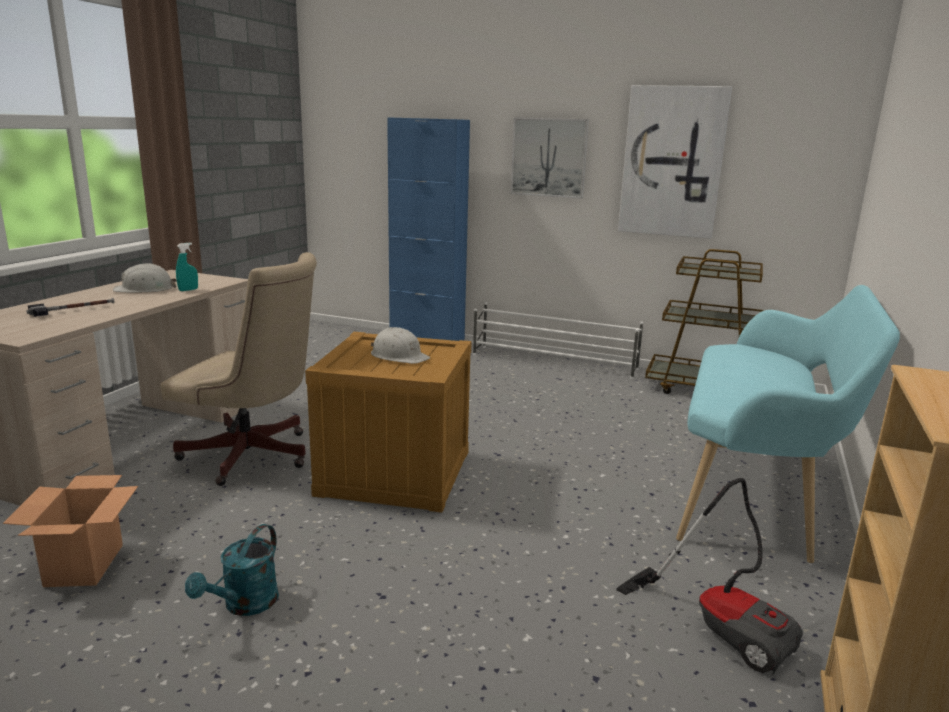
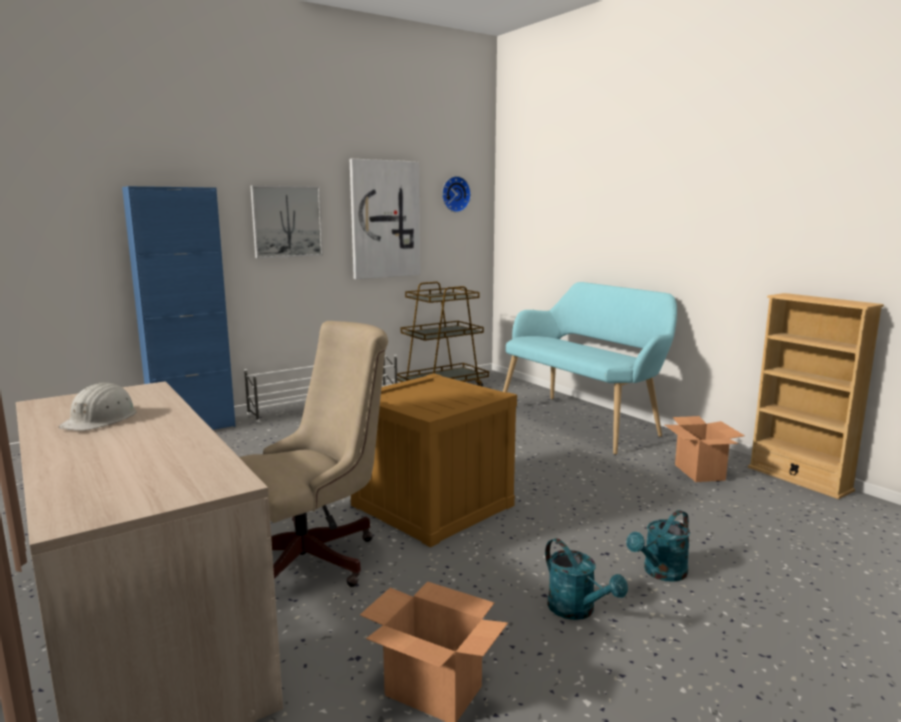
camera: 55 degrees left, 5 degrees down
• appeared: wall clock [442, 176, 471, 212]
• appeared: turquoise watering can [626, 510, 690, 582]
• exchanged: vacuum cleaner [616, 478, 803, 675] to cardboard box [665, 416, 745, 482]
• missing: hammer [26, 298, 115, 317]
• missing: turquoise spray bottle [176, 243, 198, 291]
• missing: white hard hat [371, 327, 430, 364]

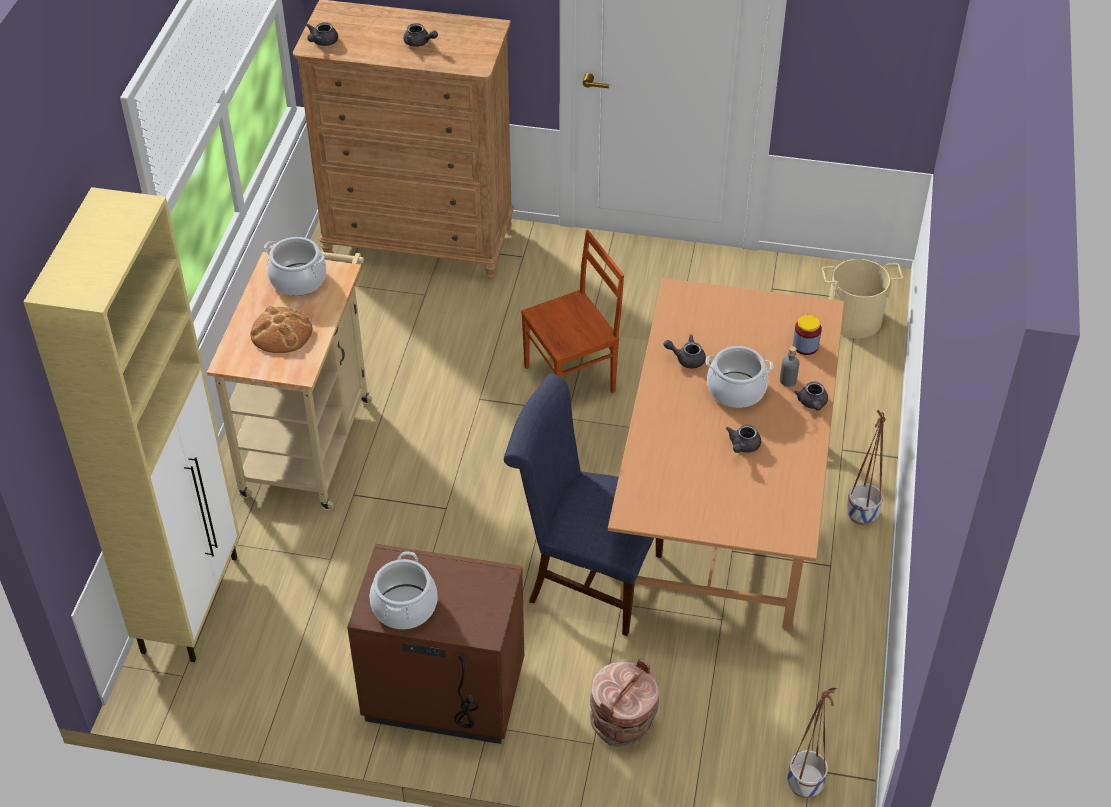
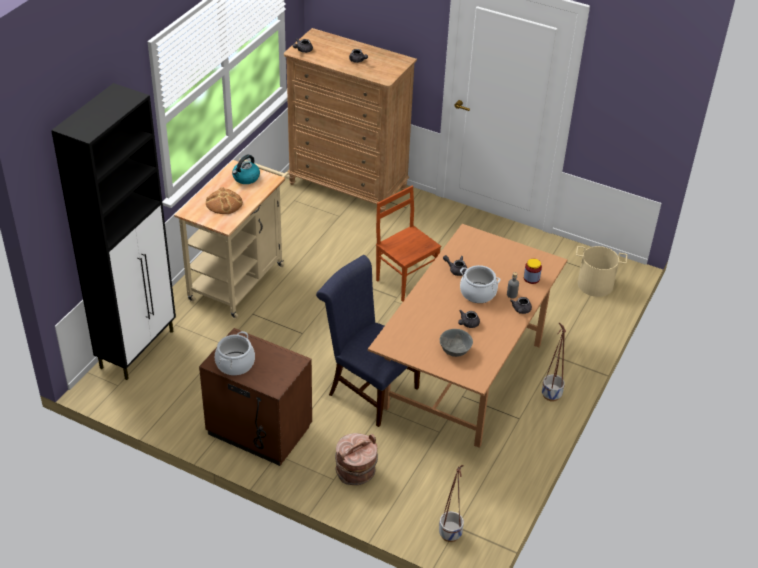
camera: 15 degrees right, 5 degrees down
• colour: beige cabinet [24, 187, 239, 662] to black cabinet [51, 83, 176, 380]
• exchanged: cooking pot [264, 237, 326, 296] to kettle [232, 155, 260, 184]
• spun: brown chair [521, 230, 624, 393] = [376, 186, 441, 302] 120 degrees counterclockwise
• appeared: grey bowl [439, 329, 473, 357]

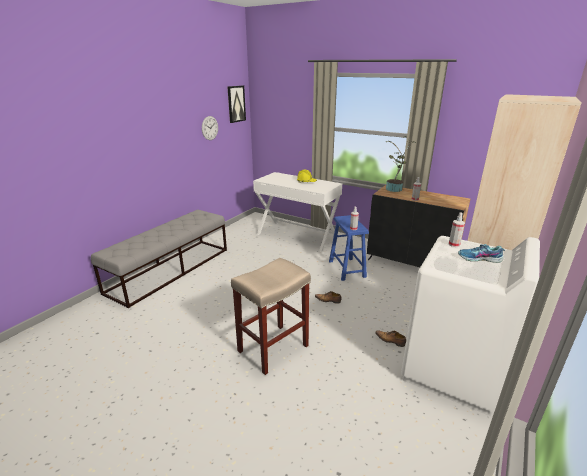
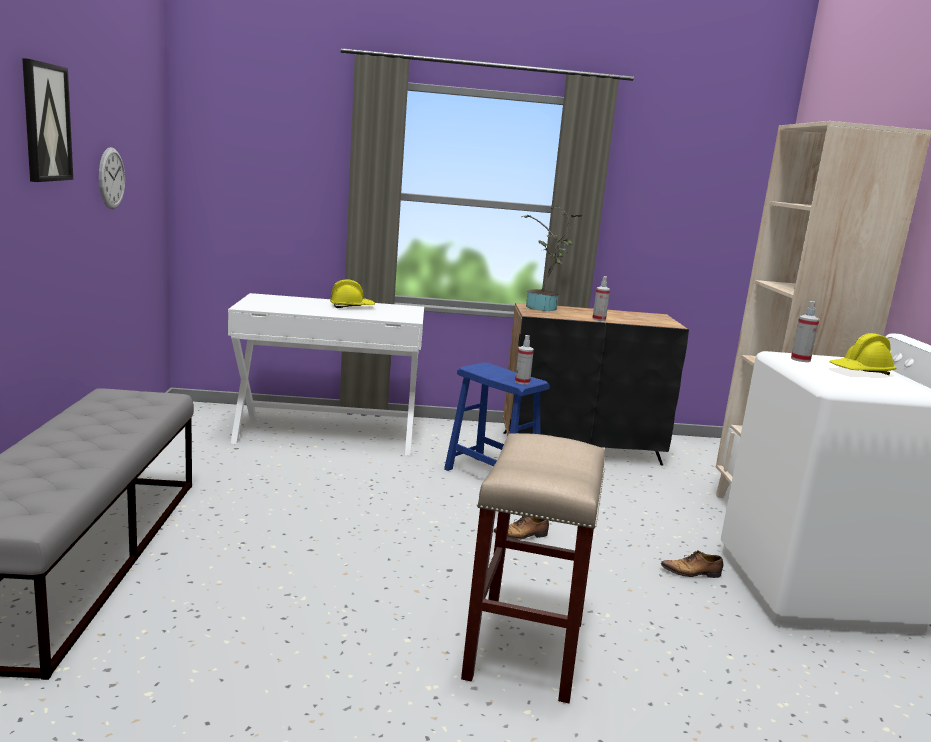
camera: 35 degrees left, 10 degrees down
• relocated: picture [228, 85, 246, 123] to [22, 58, 73, 182]
• exchanged: shoe [458, 244, 505, 263] to yellow hard hat [829, 333, 897, 375]

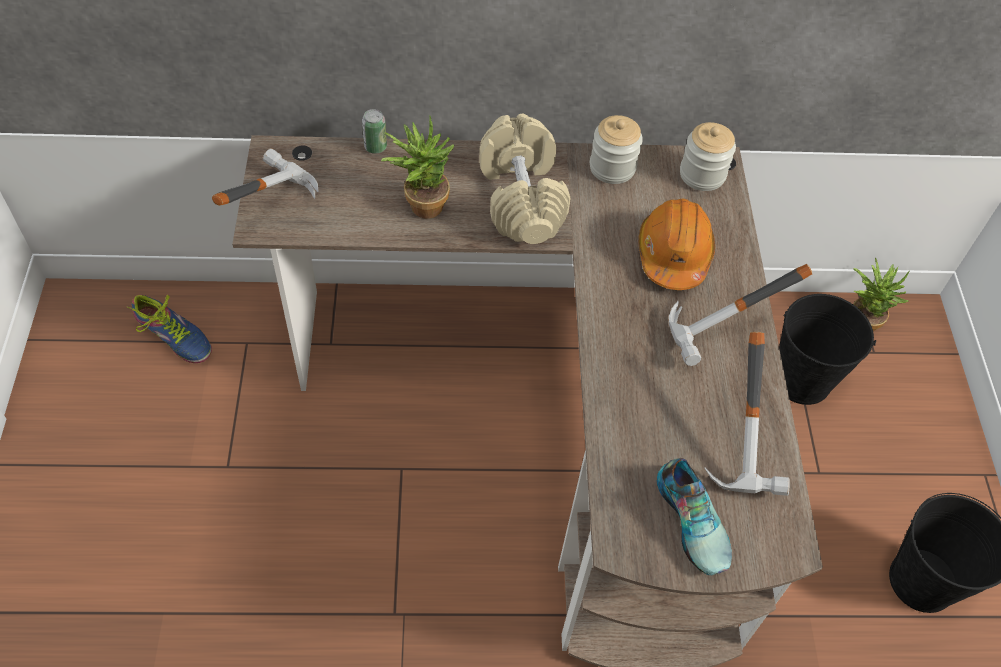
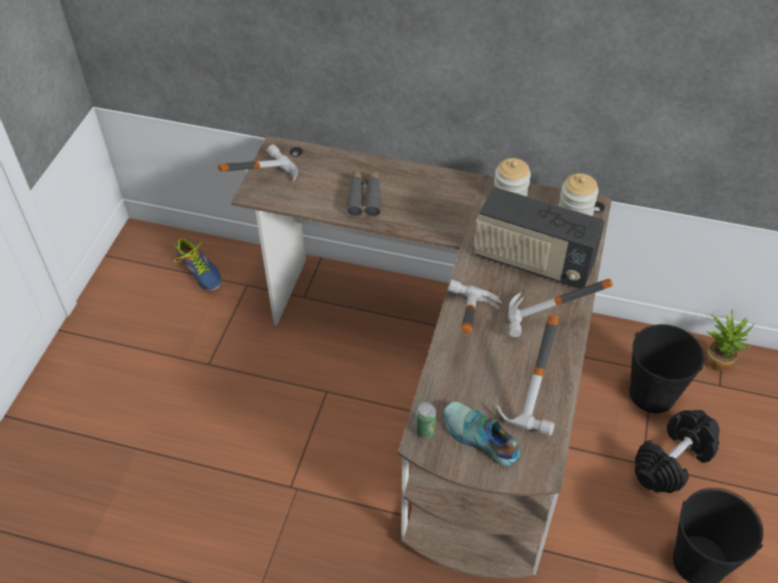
camera: 20 degrees right, 5 degrees down
• exchanged: potted plant [381, 116, 454, 219] to grey binoculars [346, 171, 381, 217]
• relocated: can [362, 109, 387, 154] to [415, 402, 437, 438]
• spun: shoe [657, 458, 732, 575] = [443, 402, 520, 466] 135 degrees clockwise
• appeared: hammer [448, 280, 502, 333]
• exchanged: orange hard hat [638, 199, 715, 290] to radio [474, 187, 605, 289]
• appeared: black dumbbell [635, 410, 720, 493]
• missing: beige dumbbell [479, 113, 571, 244]

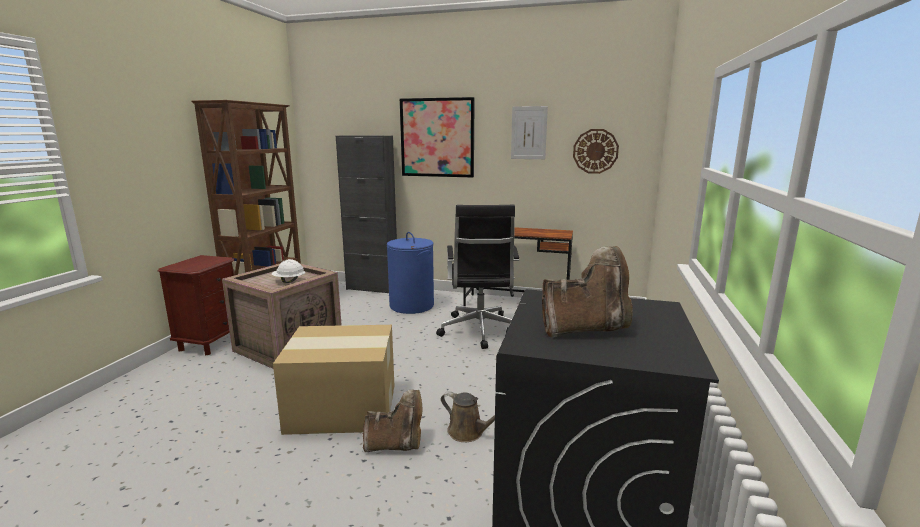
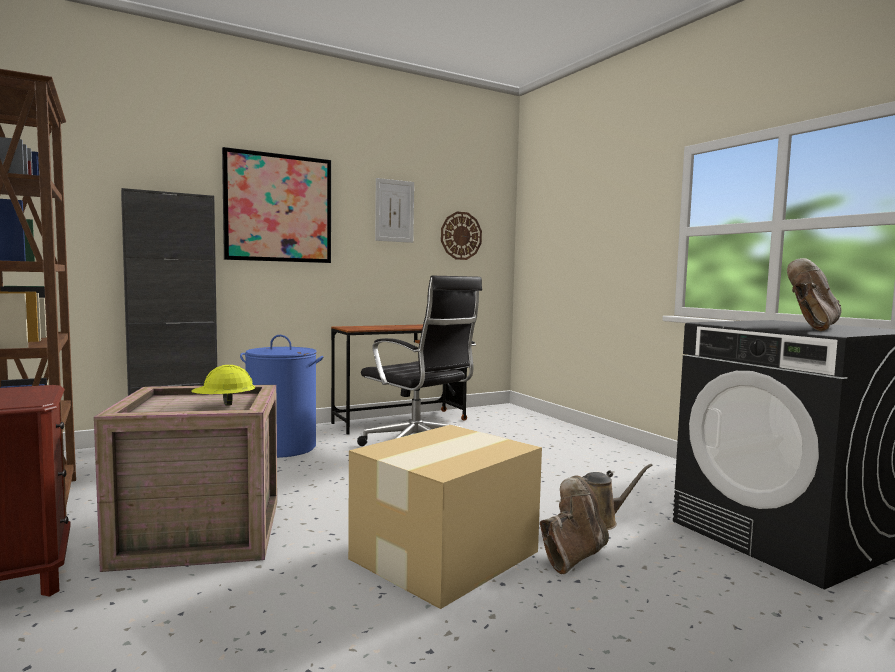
camera: 45 degrees left, 10 degrees down
• colour: white hard hat [272, 259, 305, 283] to yellow hard hat [191, 365, 255, 406]

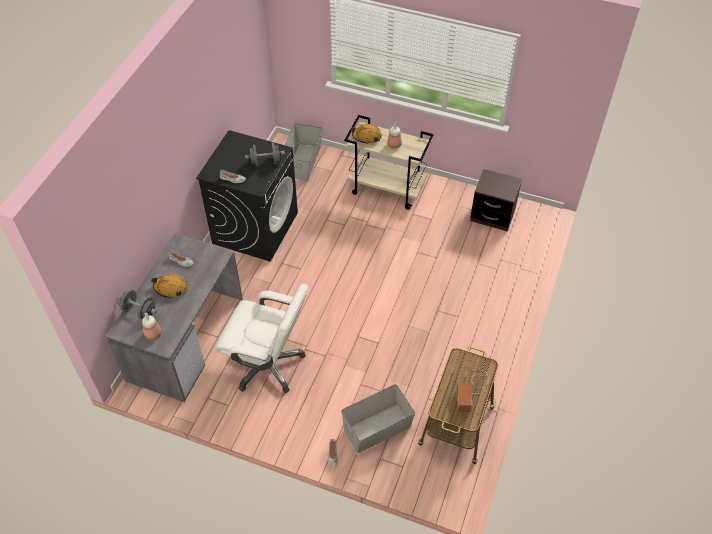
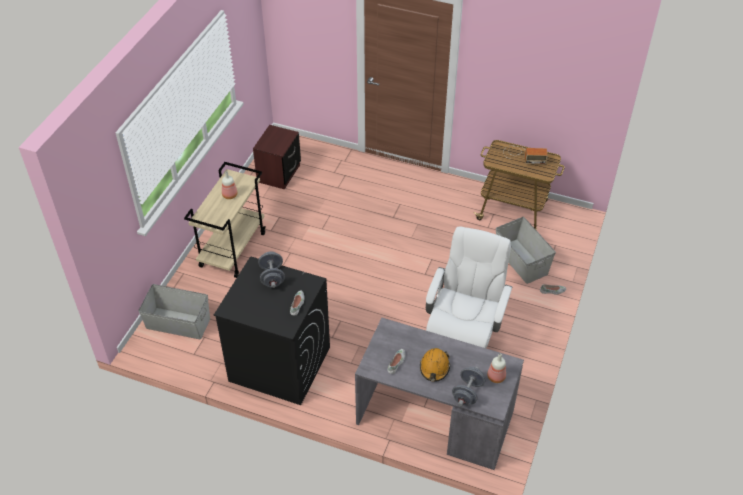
camera: 90 degrees left, 5 degrees down
• missing: orange hard hat [351, 124, 382, 144]

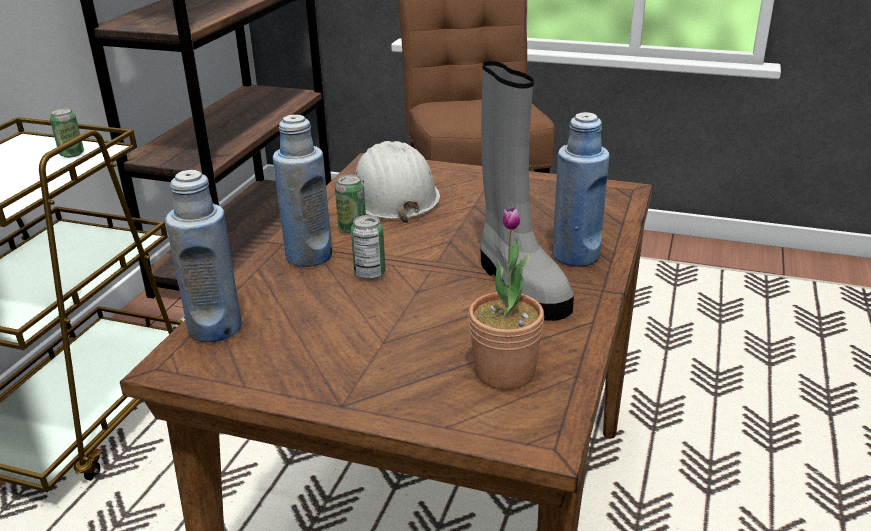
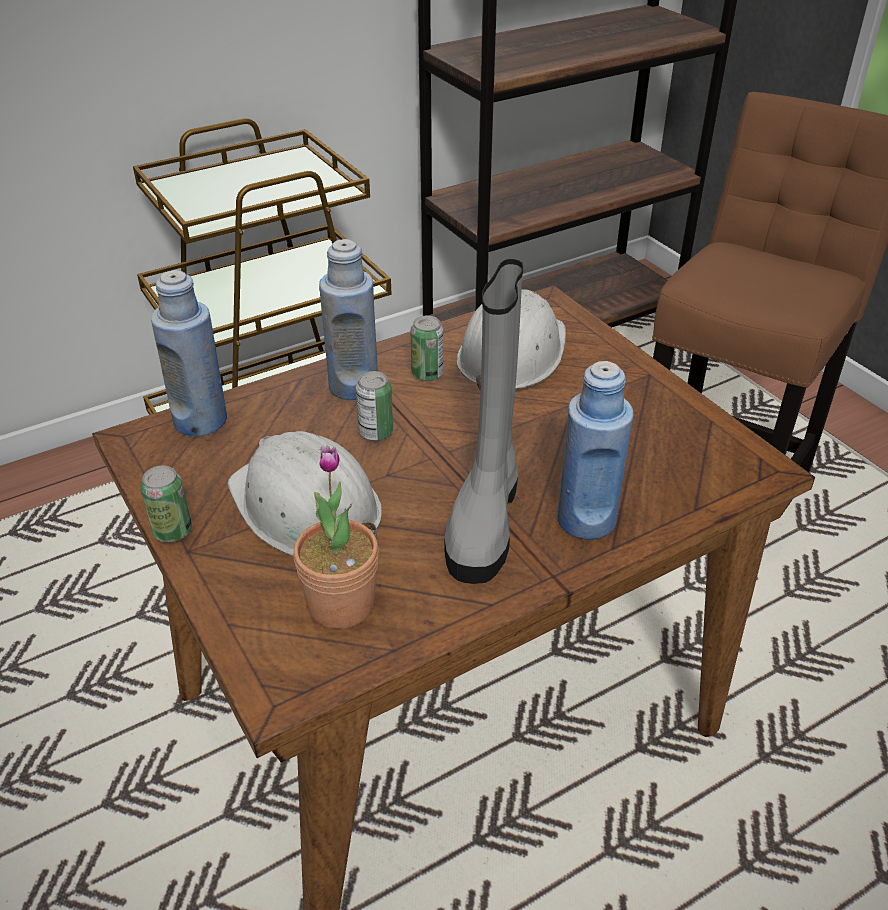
camera: 40 degrees right, 10 degrees up
• relocated: can [50, 108, 84, 158] to [140, 466, 192, 542]
• appeared: white hard hat [227, 431, 382, 556]

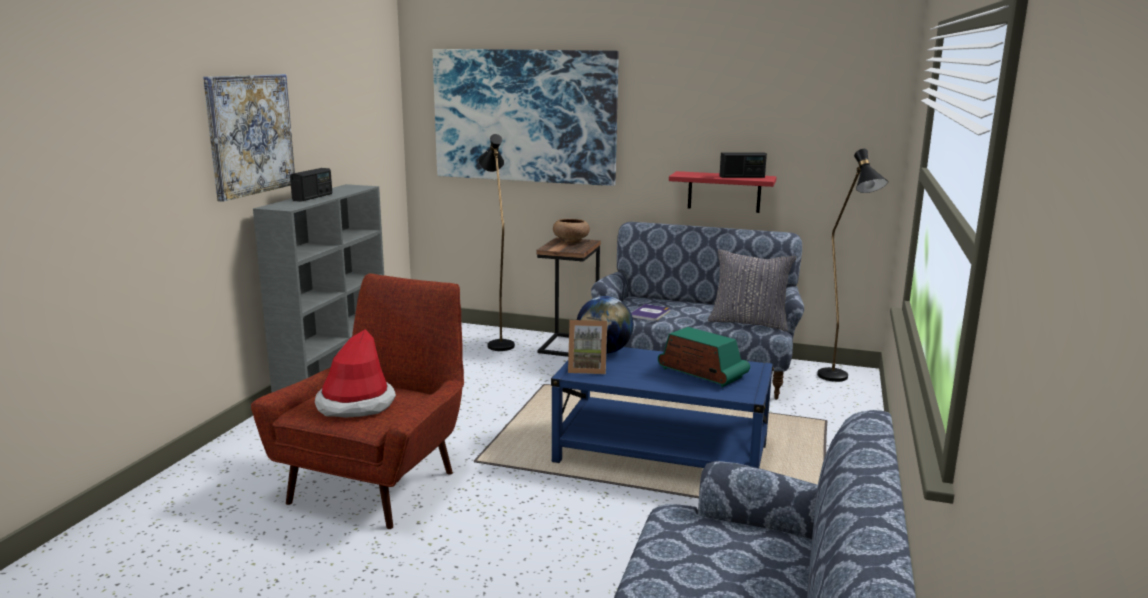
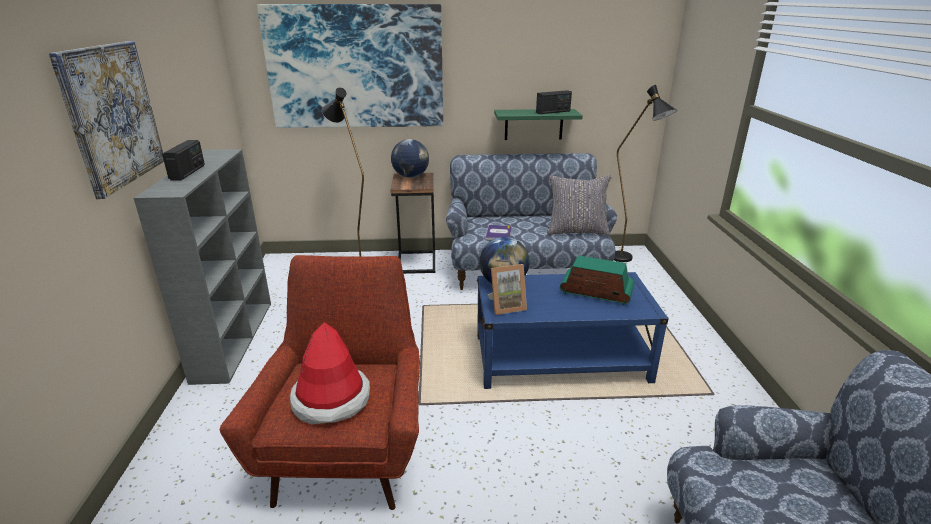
camera: 20 degrees left, 10 degrees up
• exchanged: brown bowl [553, 219, 590, 244] to globe [391, 139, 429, 178]
• colour: red shelf [669, 171, 777, 213] to green shelf [494, 109, 583, 140]

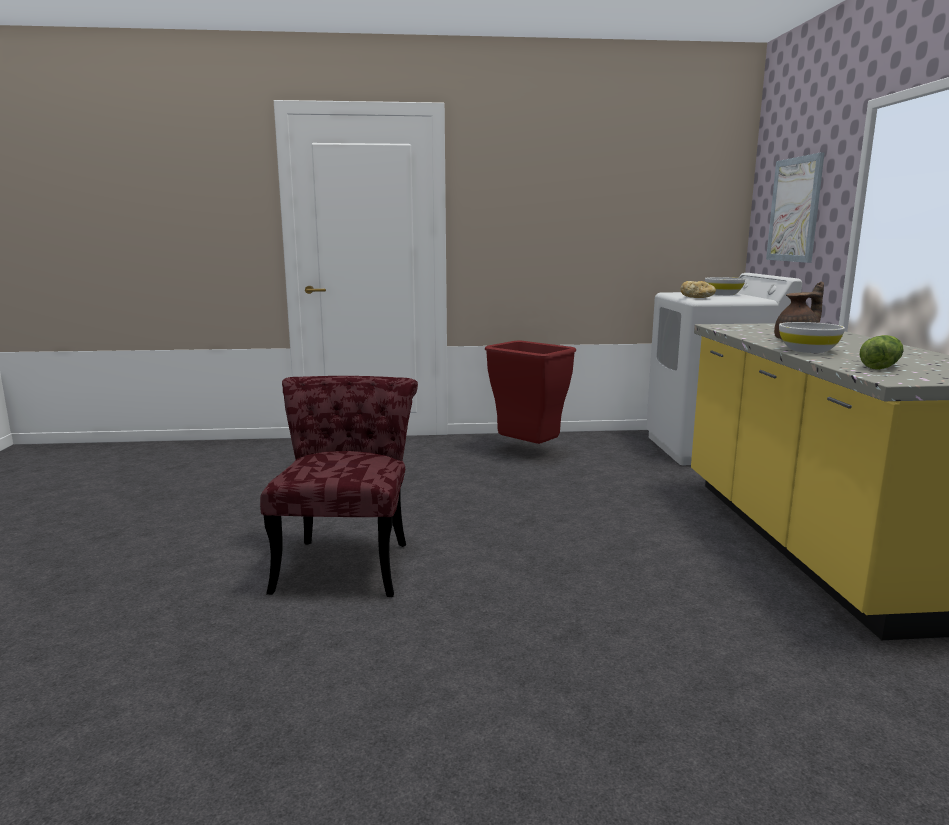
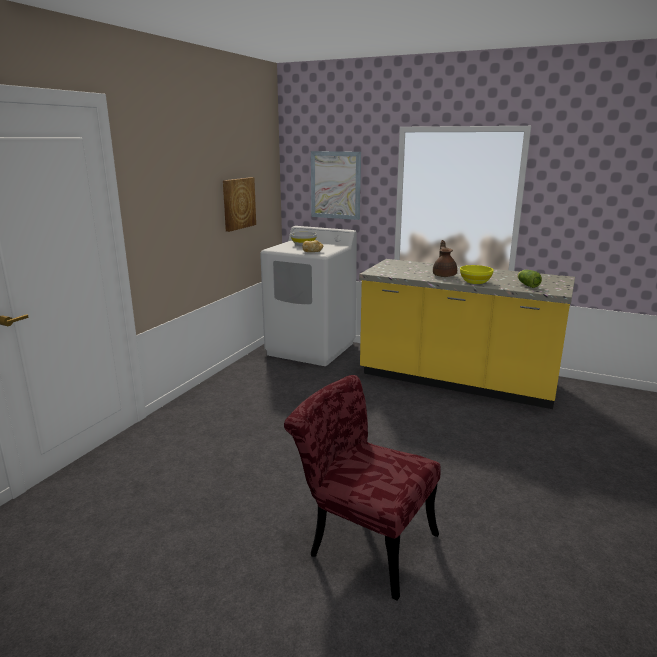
camera: 60 degrees left, 5 degrees up
• appeared: picture [223, 177, 256, 232]
• colour: white bowl [779, 322, 845, 353] to yellow bowl [460, 265, 494, 284]
• missing: red trash can [485, 341, 576, 444]

